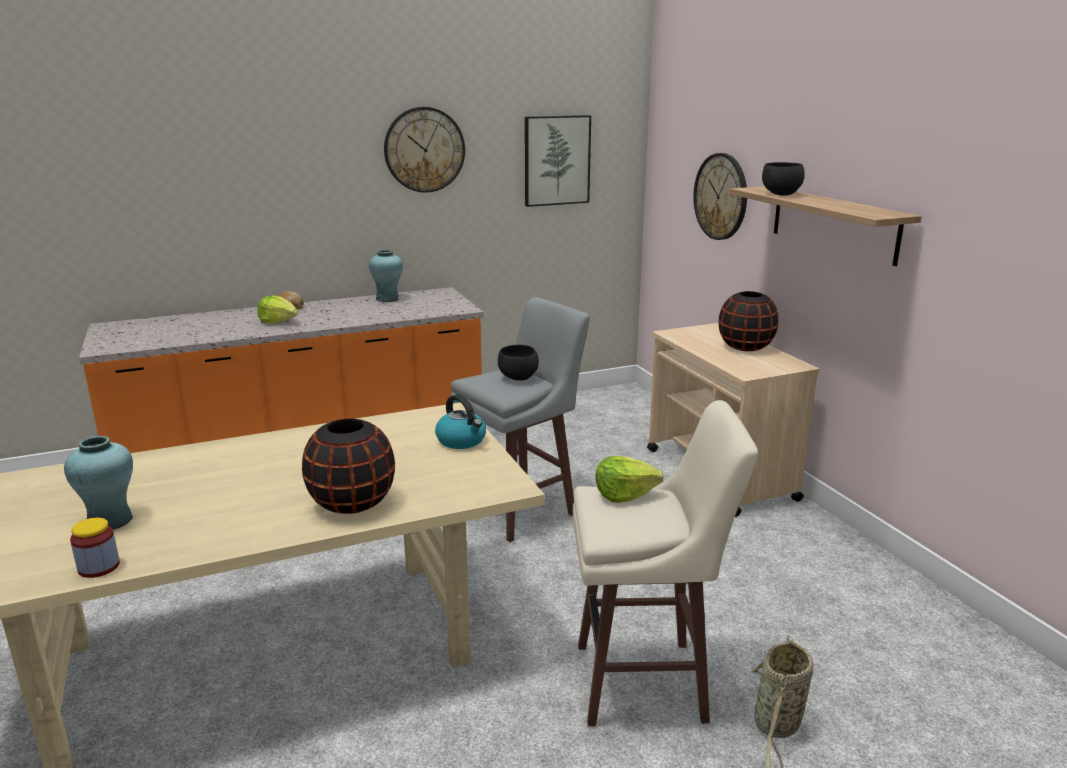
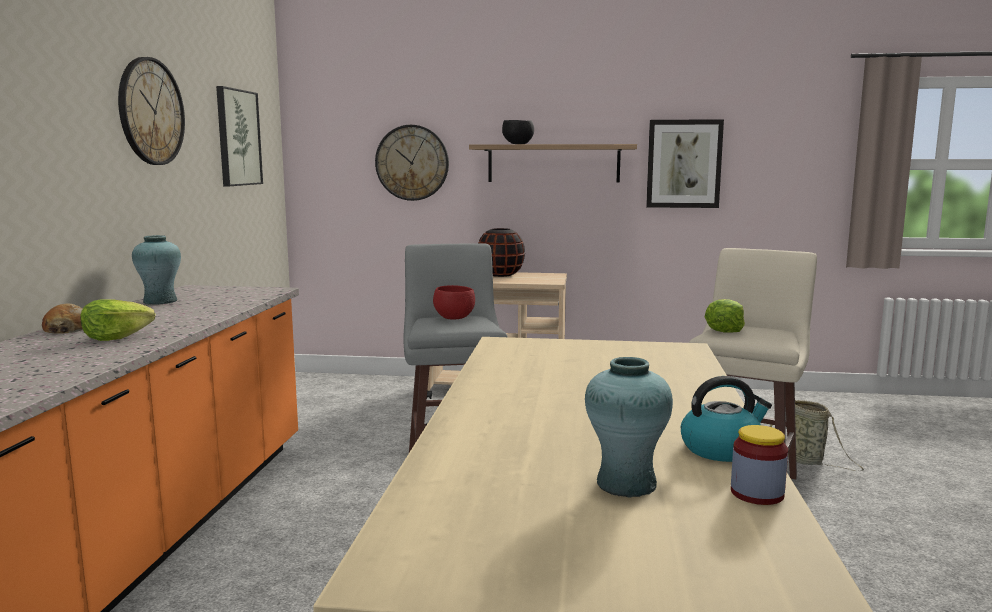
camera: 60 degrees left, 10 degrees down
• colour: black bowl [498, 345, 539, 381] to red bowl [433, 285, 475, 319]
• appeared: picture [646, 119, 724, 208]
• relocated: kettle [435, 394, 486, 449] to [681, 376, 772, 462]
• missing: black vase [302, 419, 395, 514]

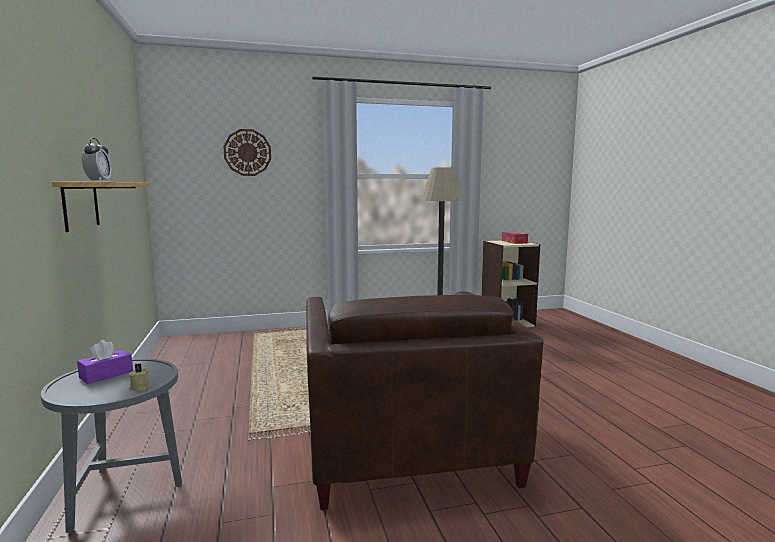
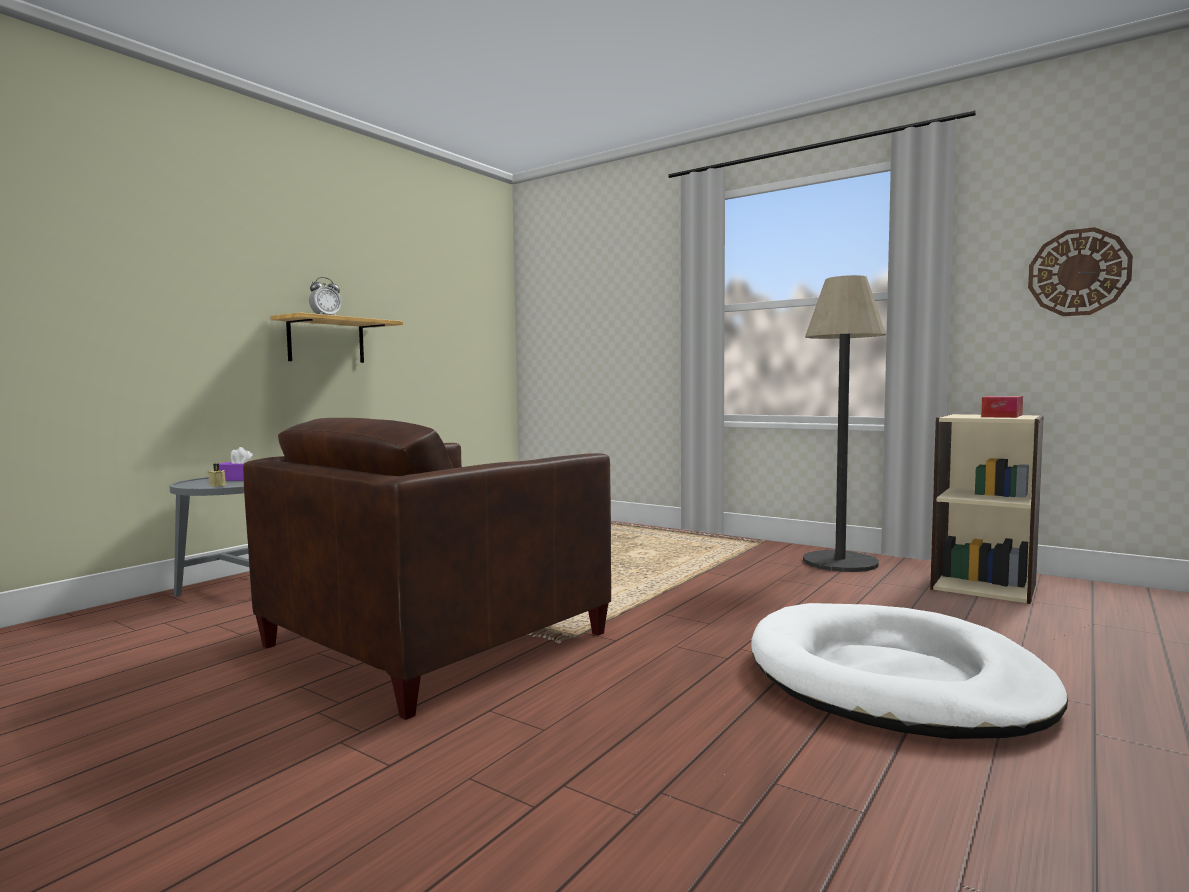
camera: 50 degrees right, 5 degrees down
• appeared: white dog bed [751, 603, 1068, 739]
• relocated: wall clock [223, 129, 271, 176] to [1028, 227, 1133, 316]

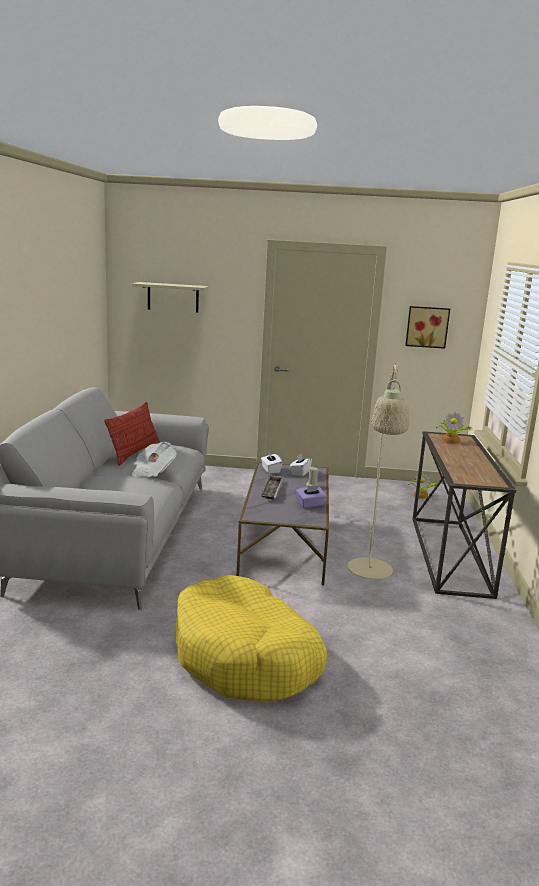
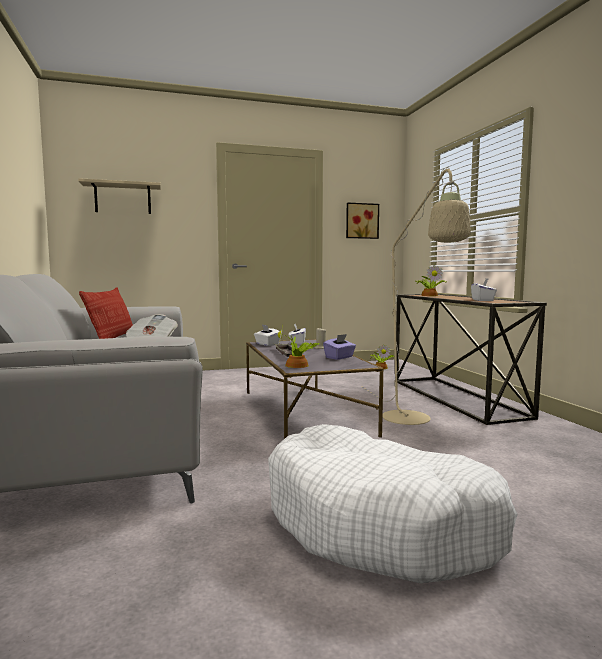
camera: 20 degrees left, 10 degrees down
• colour: yellow dog bed [175, 575, 327, 701] to white dog bed [268, 424, 517, 583]
• appeared: potted plant [278, 323, 320, 368]
• appeared: white tissue box [471, 278, 497, 301]

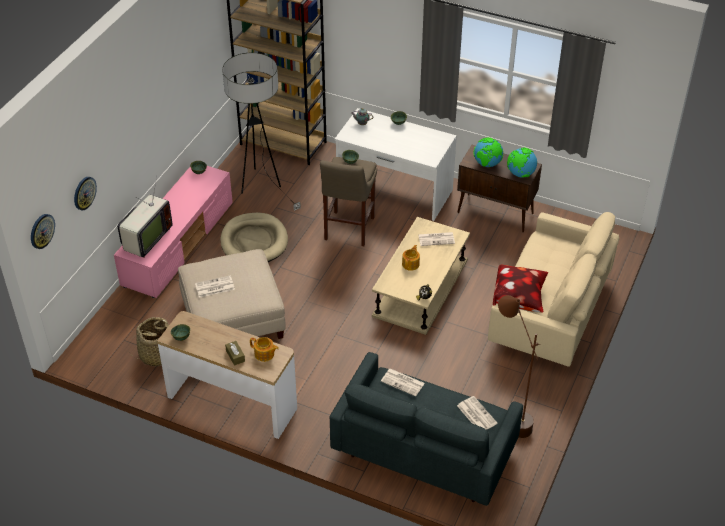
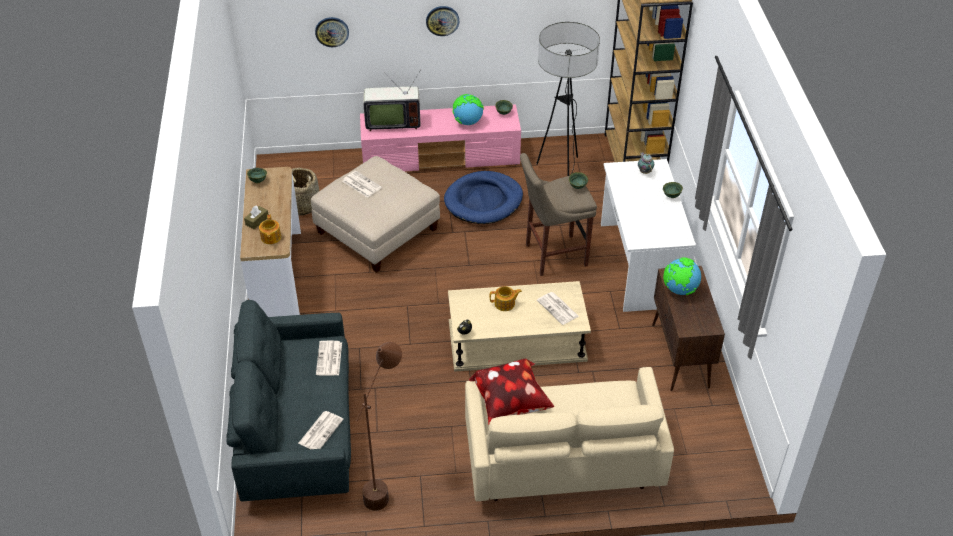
camera: 60 degrees right, 0 degrees up
• relocated: wall clock [31, 214, 55, 249] to [426, 6, 459, 36]
• colour: beige dog bed [220, 213, 288, 262] to blue dog bed [444, 171, 523, 224]
• relocated: globe [507, 147, 537, 177] to [452, 94, 484, 125]

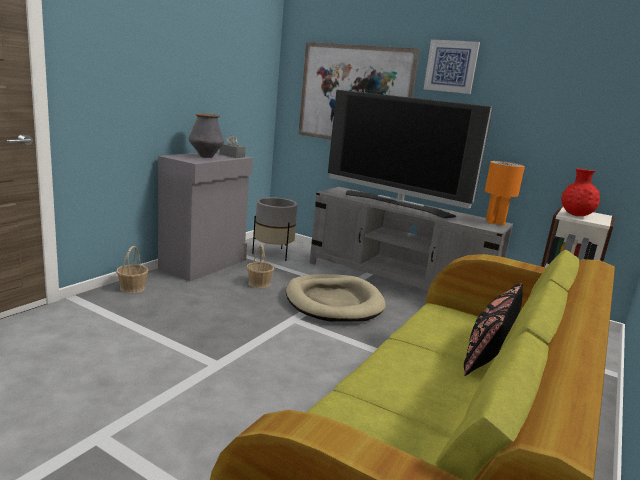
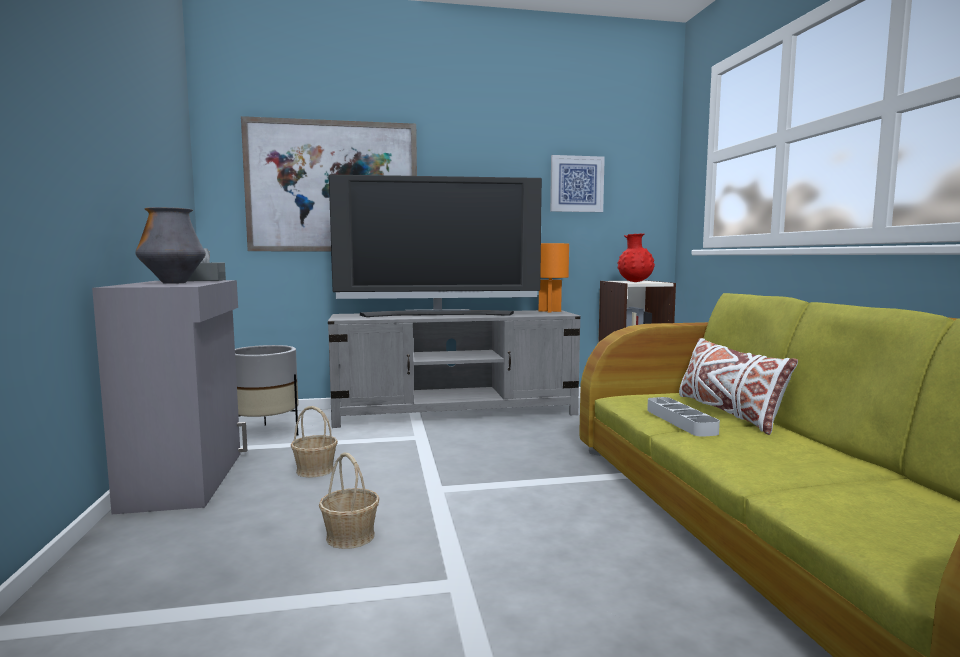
camera: 40 degrees left, 10 degrees down
• relocated: basket [116, 246, 149, 293] to [319, 452, 380, 549]
• relocated: picture [424, 39, 480, 94] to [550, 155, 605, 212]
• appeared: grey tray [647, 397, 720, 437]
• colour: black pillow [464, 283, 523, 376] to white pillow [679, 338, 798, 435]
• missing: beige dog bed [286, 274, 386, 322]

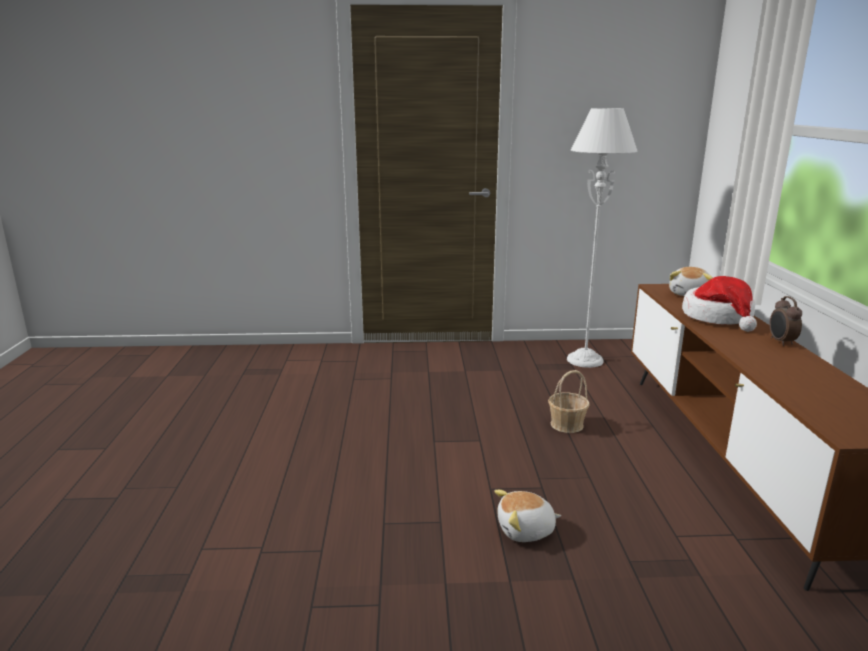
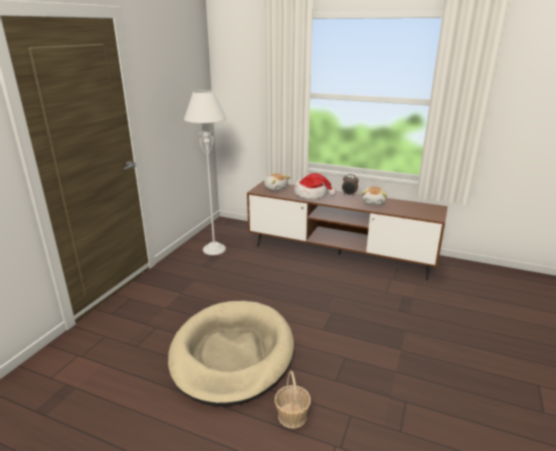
camera: 65 degrees left, 5 degrees up
• appeared: beige dog bed [168, 301, 294, 406]
• relocated: basket [548, 370, 590, 433] to [274, 371, 311, 428]
• relocated: plush toy [494, 490, 561, 542] to [362, 186, 387, 205]

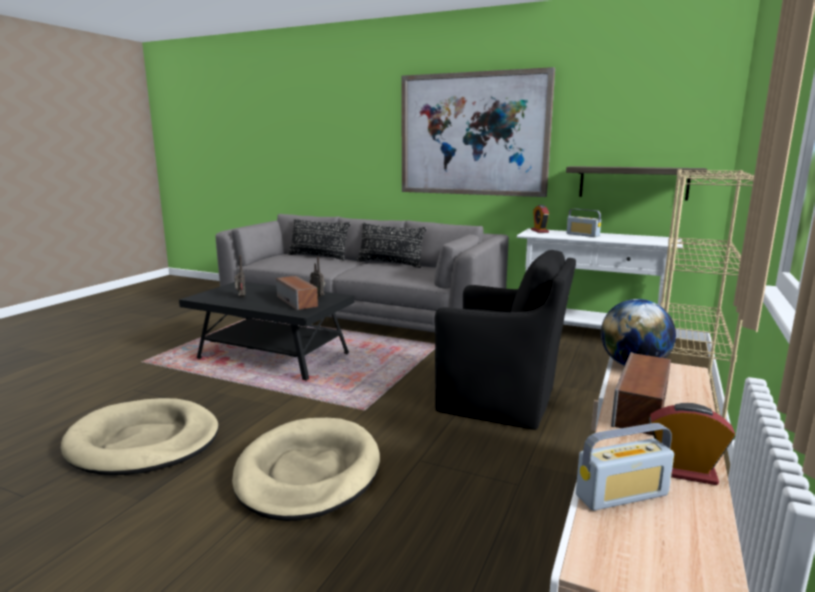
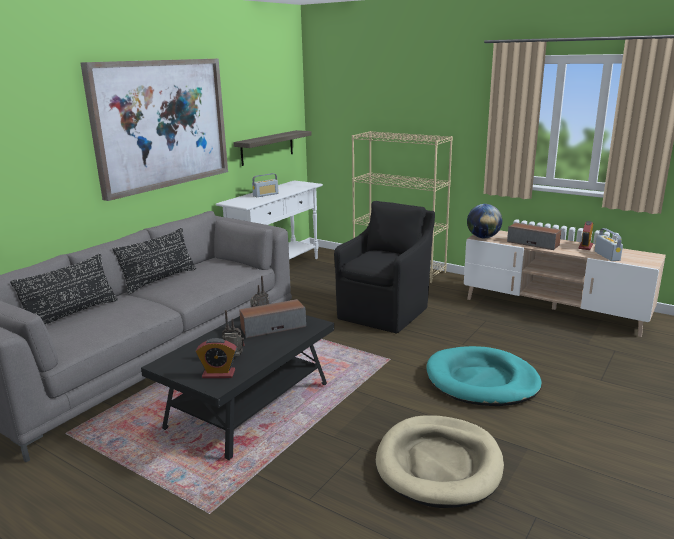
camera: 80 degrees left, 5 degrees up
• relocated: alarm clock [531, 205, 549, 233] to [196, 338, 237, 378]
• colour: beige dog bed [232, 418, 380, 521] to turquoise dog bed [426, 346, 542, 406]

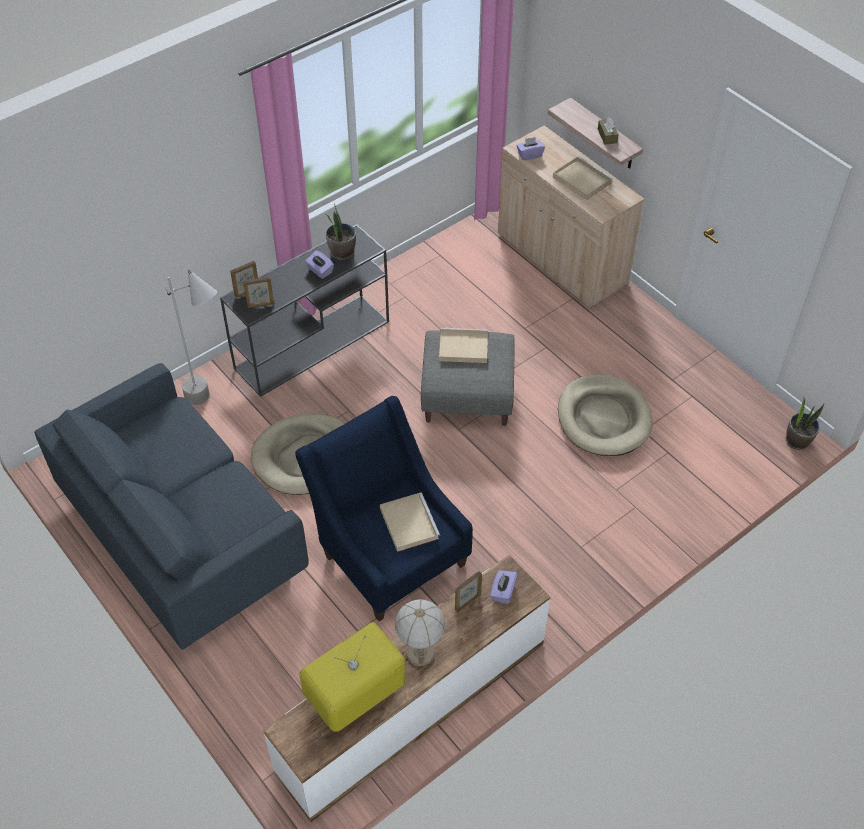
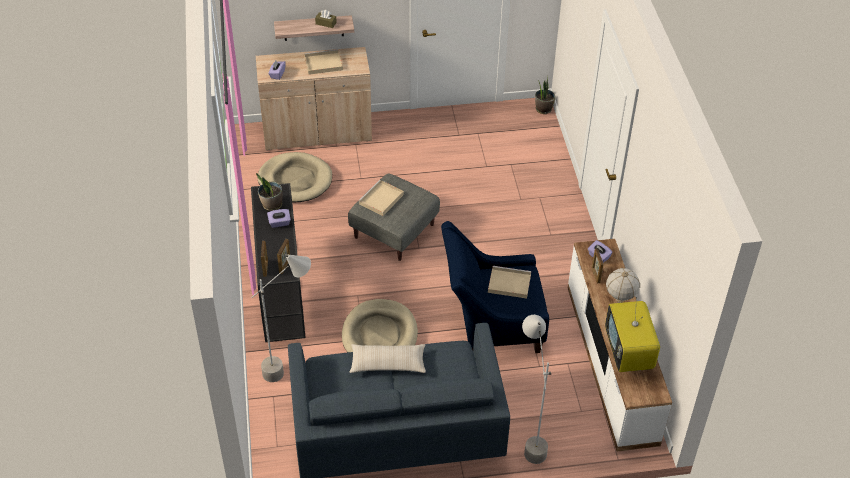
camera: 60 degrees left, 5 degrees down
• relocated: beige dog bed [558, 374, 653, 456] to [257, 152, 332, 202]
• appeared: beige pillow [350, 344, 426, 373]
• appeared: grey floor lamp [522, 315, 552, 464]

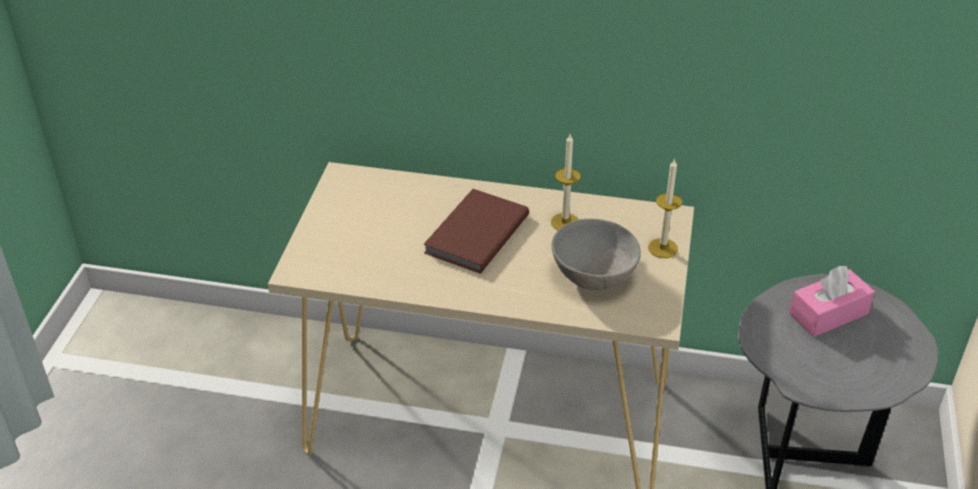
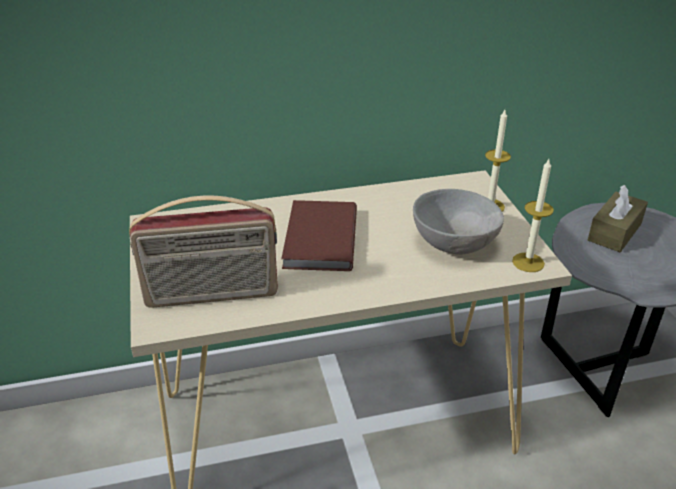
camera: 25 degrees left, 5 degrees down
• appeared: radio [129, 196, 278, 308]
• relocated: candle [551, 134, 581, 230] to [512, 159, 554, 272]
• colour: pink tissue box [789, 266, 875, 337] to brown tissue box [588, 185, 648, 252]

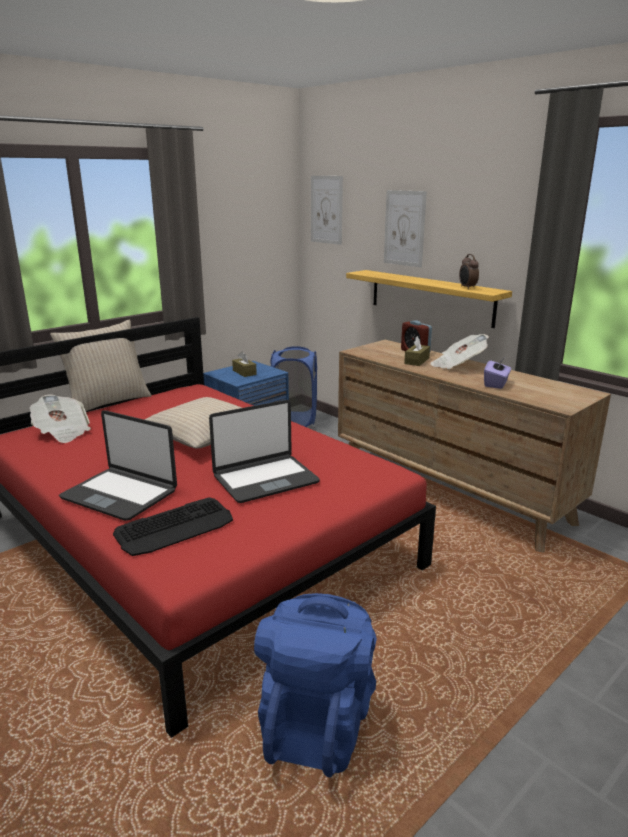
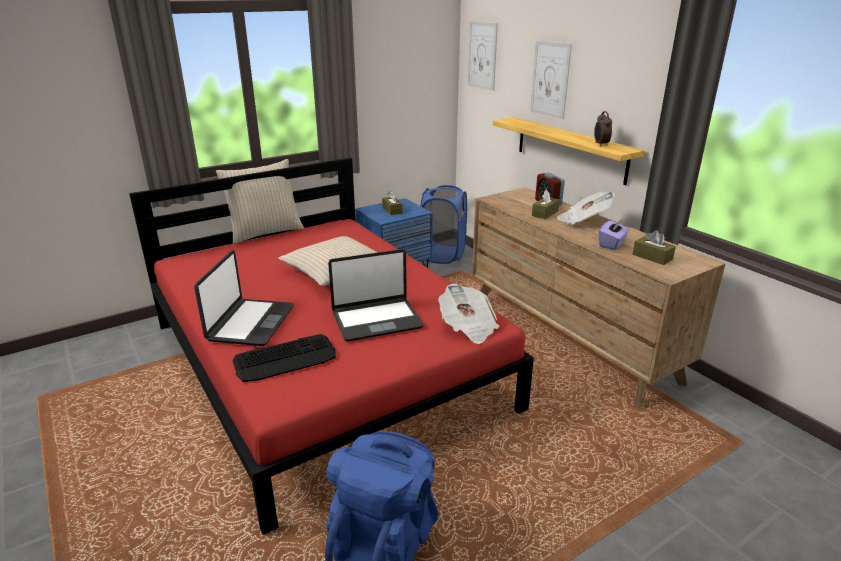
camera: 10 degrees right, 5 degrees up
• spun: laptop [59, 410, 177, 521] = [194, 250, 294, 346] 120 degrees counterclockwise
• relocated: newspaper [30, 394, 91, 443] to [438, 284, 499, 344]
• appeared: brown tissue box [633, 230, 676, 265]

